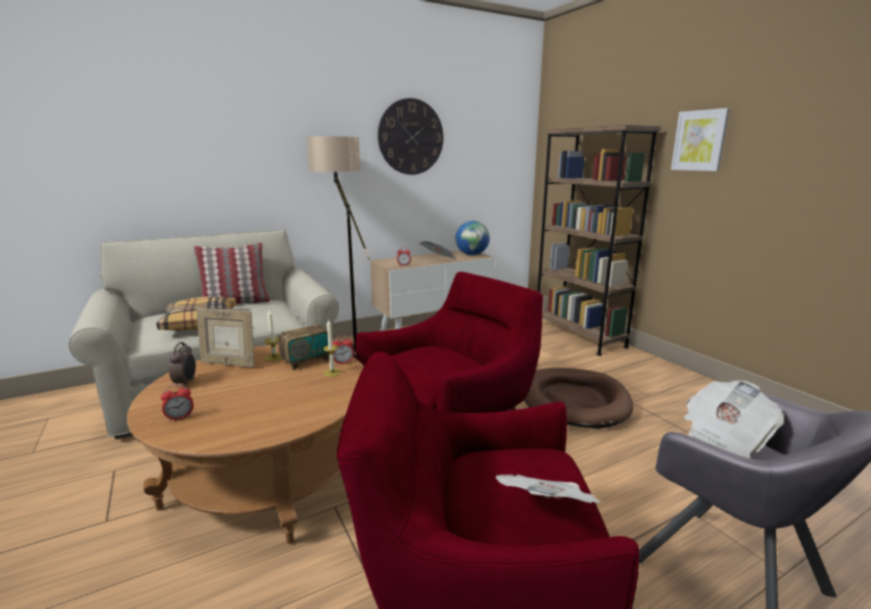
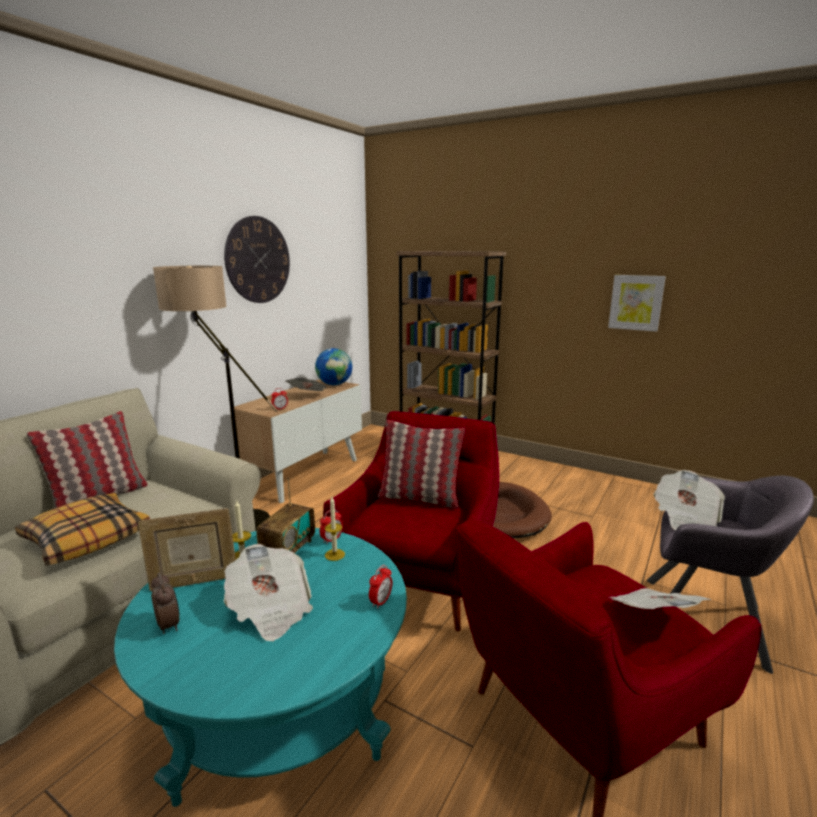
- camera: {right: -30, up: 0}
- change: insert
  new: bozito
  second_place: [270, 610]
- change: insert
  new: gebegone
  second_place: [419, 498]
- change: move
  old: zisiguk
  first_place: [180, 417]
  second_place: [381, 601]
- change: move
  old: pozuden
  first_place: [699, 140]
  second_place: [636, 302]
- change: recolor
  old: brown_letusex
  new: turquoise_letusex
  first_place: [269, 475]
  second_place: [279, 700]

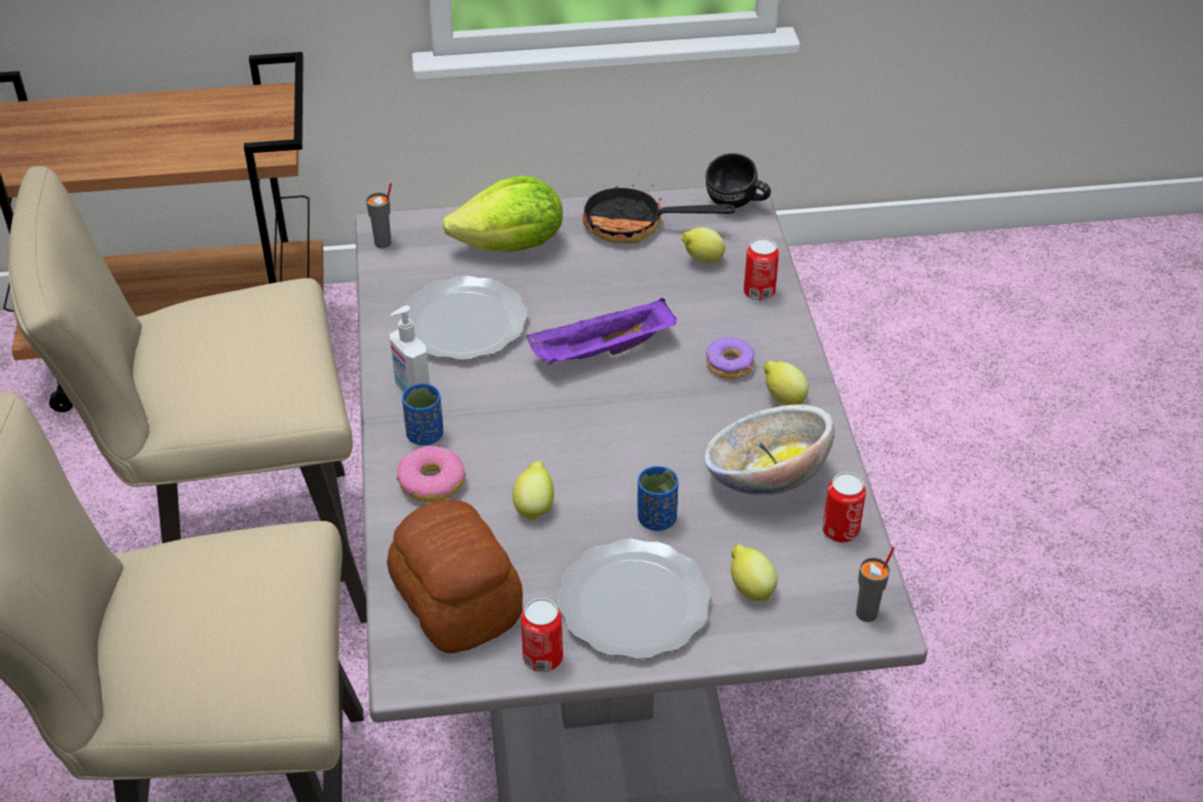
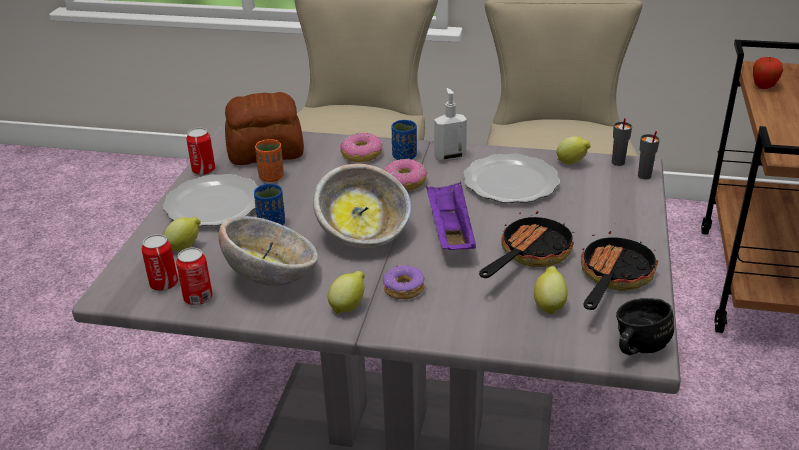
- camera: {right: 110, up: -10}
- change: delete
  old: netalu
  first_place: [511, 246]
- change: insert
  new: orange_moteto
  second_place: [271, 177]
- change: insert
  new: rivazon
  second_place: [364, 235]
- change: insert
  new: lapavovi
  second_place: [404, 182]
- change: insert
  new: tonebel
  second_place: [529, 255]
- change: insert
  new: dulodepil
  second_place: [763, 87]
- change: move
  old: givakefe
  first_place: [534, 507]
  second_place: [572, 163]
- change: move
  old: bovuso
  first_place: [759, 292]
  second_place: [164, 284]
- change: move
  old: grey_moteto
  first_place: [867, 613]
  second_place: [644, 176]

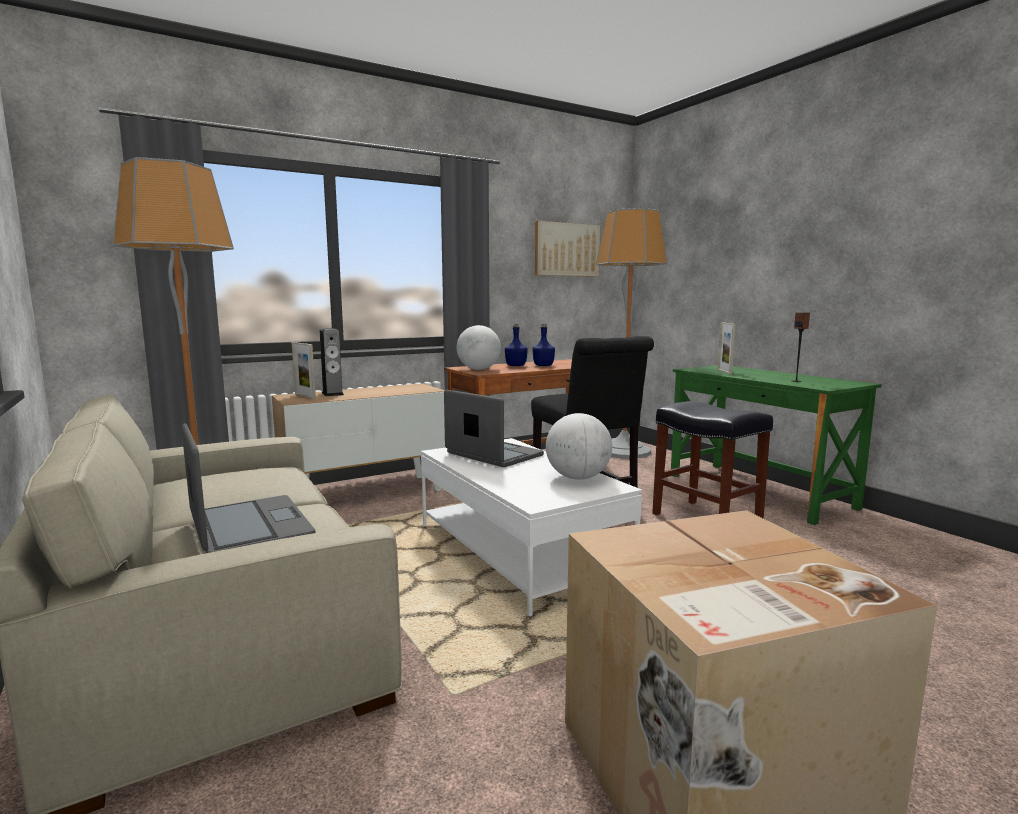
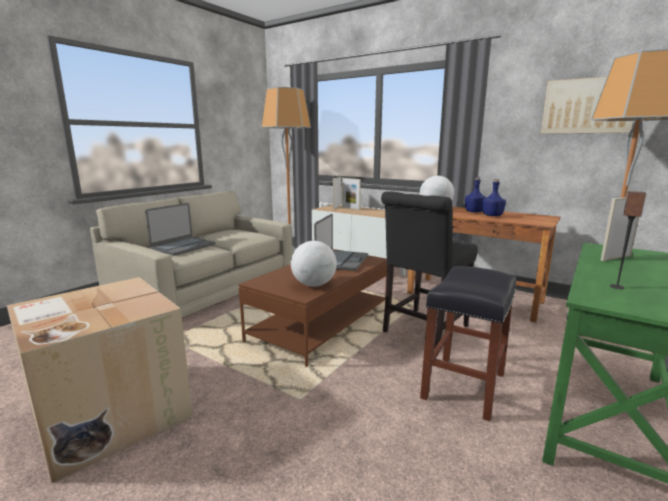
- camera: {right: 65, up: 5}
- change: replace
  old: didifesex
  new: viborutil
  first_place: [332, 393]
  second_place: [350, 208]
- change: recolor
  old: white_letusex
  new: brown_letusex
  first_place: [518, 551]
  second_place: [321, 323]

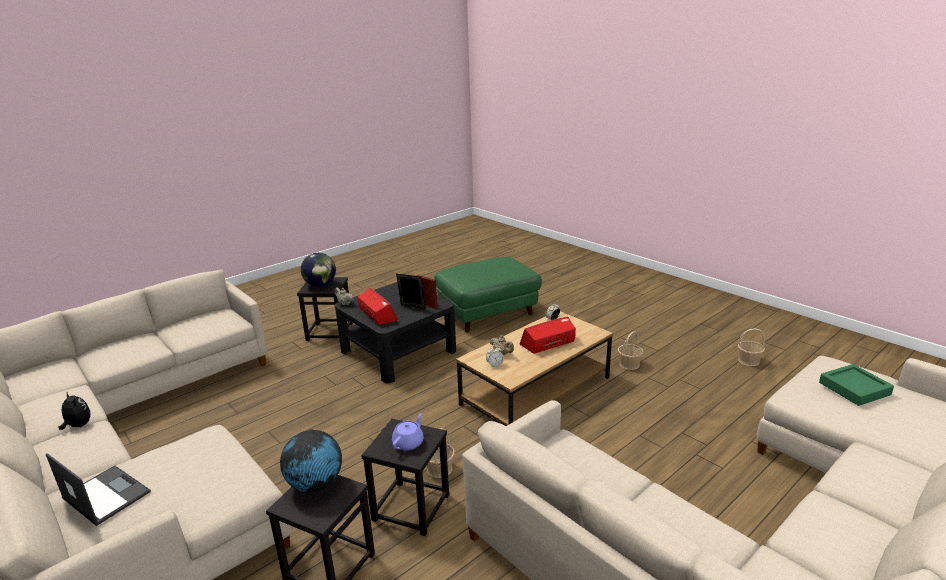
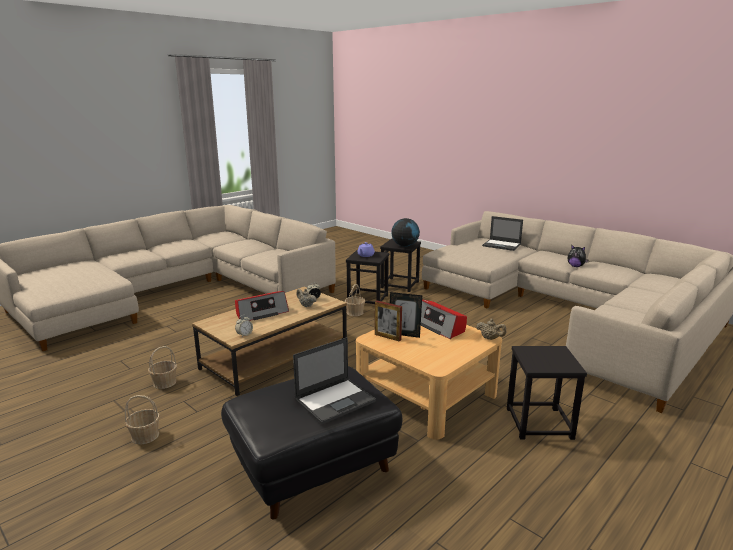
- camera: {right: 175, up: -5}
- change: delete
  old: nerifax
  first_place: [320, 285]
- change: delete
  old: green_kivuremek
  first_place: [854, 388]
- change: insert
  new: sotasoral
  second_place: [335, 400]
- change: move
  old: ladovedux
  first_place: [749, 361]
  second_place: [145, 436]
- change: recolor
  old: black_letusex
  new: beige_letusex
  first_place: [397, 351]
  second_place: [427, 395]
- change: recolor
  old: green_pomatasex
  new: black_pomatasex
  first_place: [488, 313]
  second_place: [313, 465]

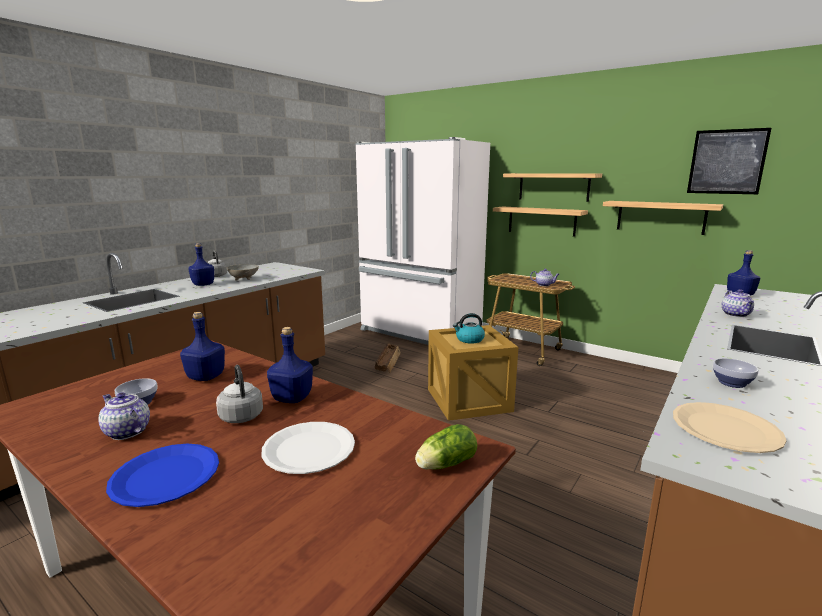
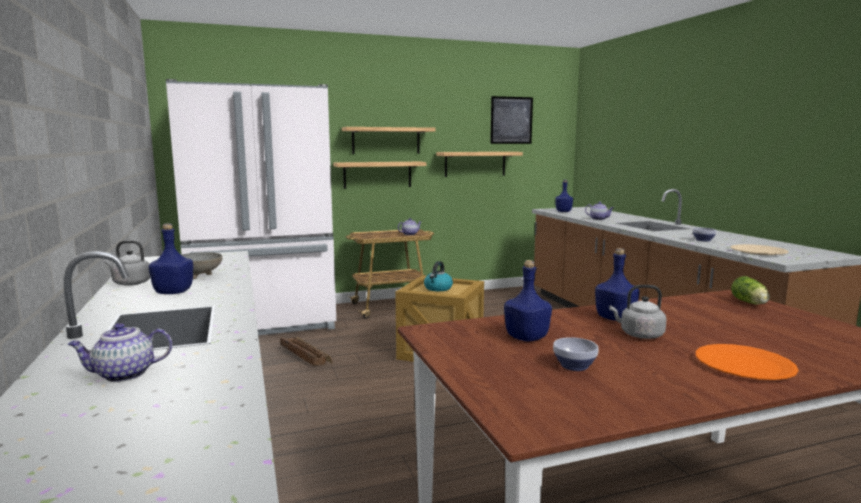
- camera: {right: -55, up: -5}
- change: delete
  old: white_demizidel
  first_place: [309, 449]
- change: move
  old: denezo
  first_place: [126, 432]
  second_place: [123, 375]
- change: recolor
  old: blue_demizidel
  new: orange_demizidel
  first_place: [166, 476]
  second_place: [744, 364]

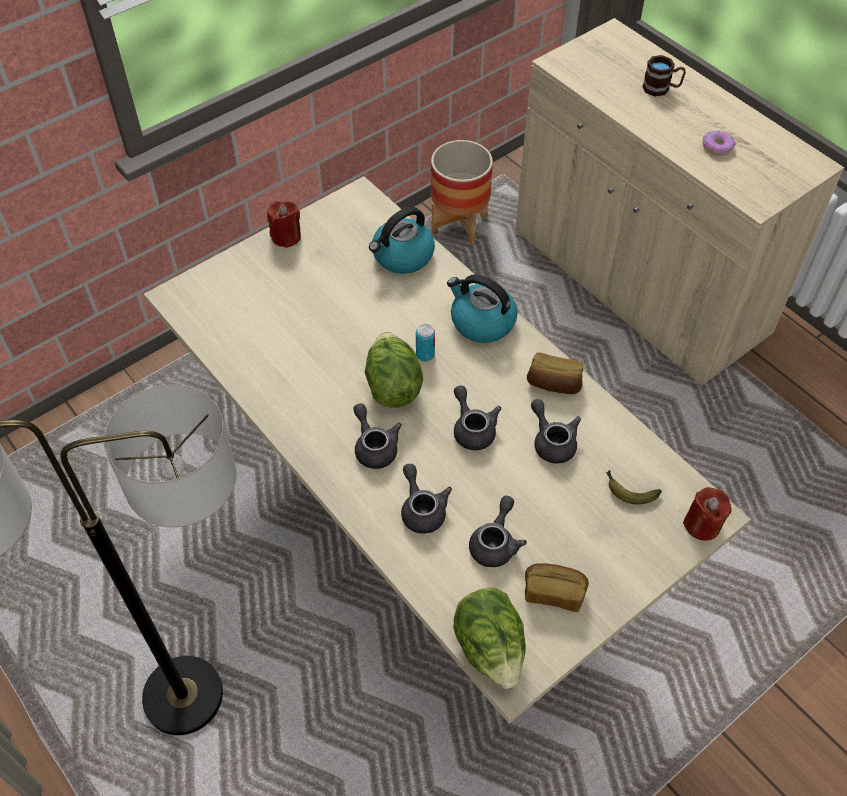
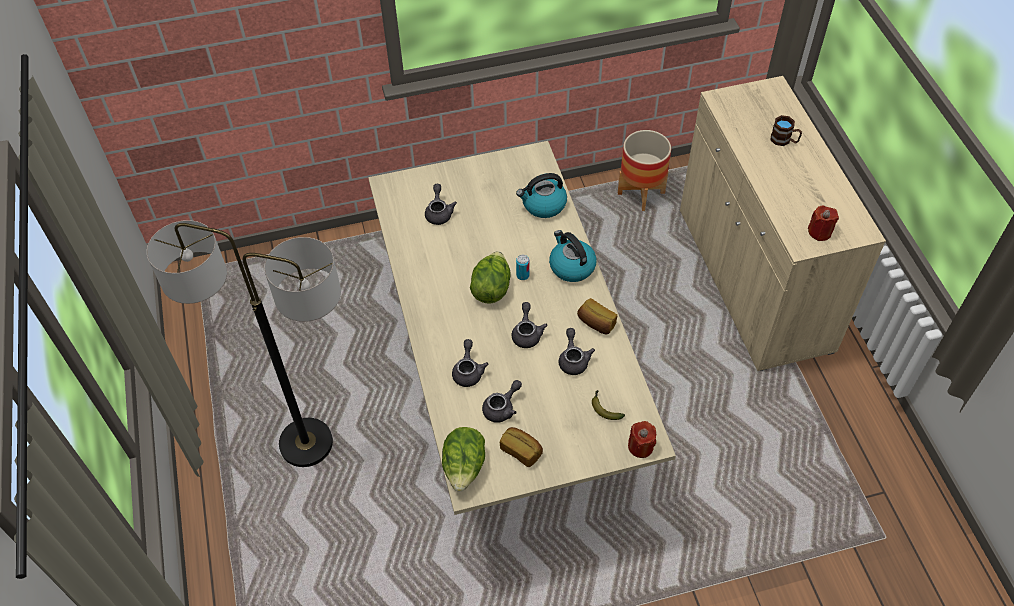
- camera: {right: 25, up: 0}
- change: delete
  old: lapavovi
  first_place: [717, 147]
- change: move
  old: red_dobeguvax
  first_place: [286, 237]
  second_place: [819, 232]
- change: move
  old: grey_denezo
  first_place: [374, 446]
  second_place: [439, 212]

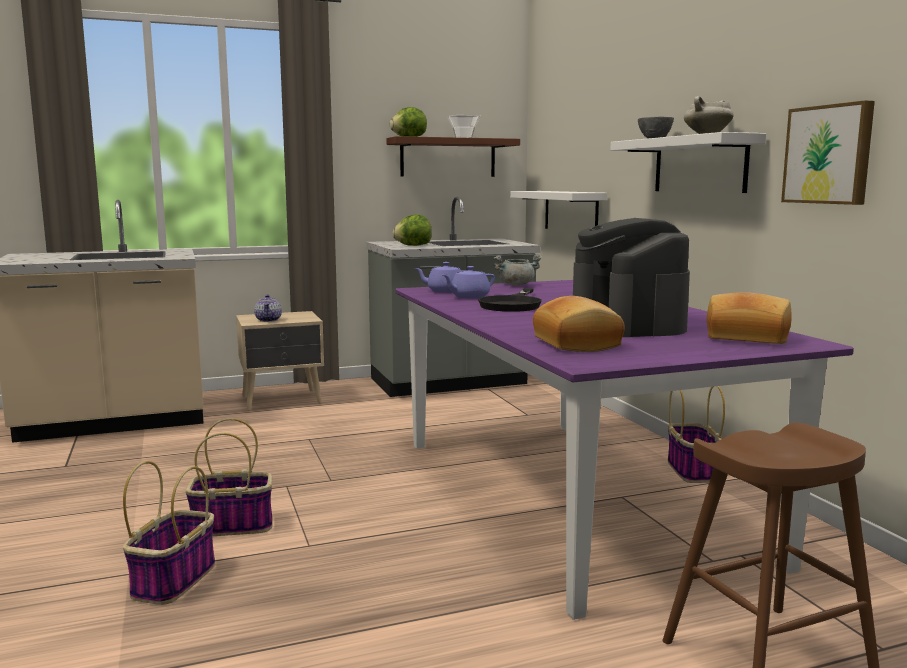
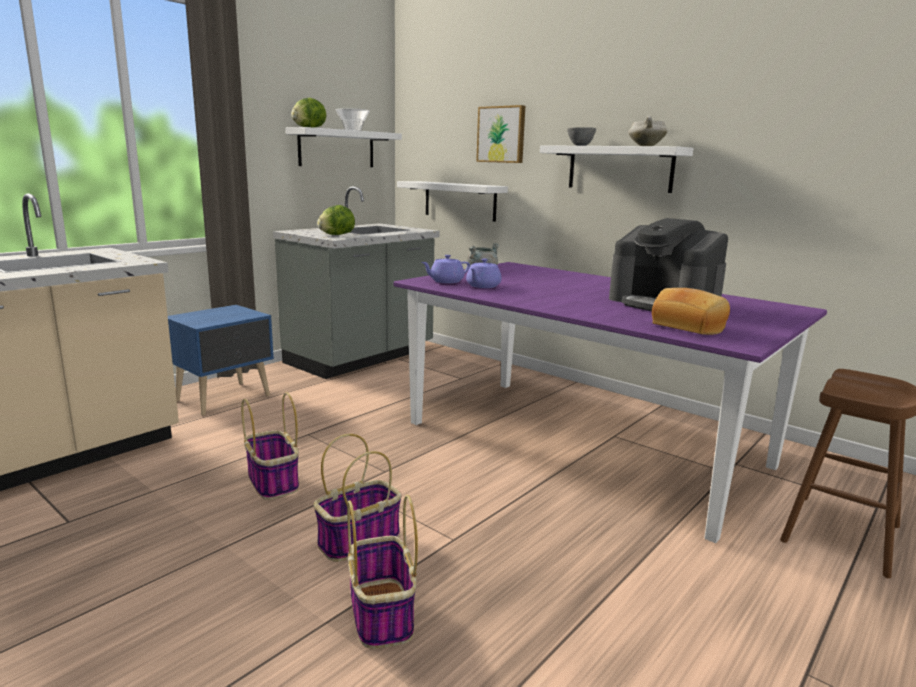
- camera: {right: -30, up: 5}
- change: delete
  old: denezo
  first_place: [268, 320]
- change: delete
  old: black_tonebel
  first_place: [513, 304]
- change: delete
  old: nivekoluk
  first_place: [747, 337]
- change: move
  old: ladovedux
  first_place: [693, 471]
  second_place: [273, 482]
- change: move
  old: pozuden
  first_place: [829, 154]
  second_place: [502, 134]
- change: recolor
  old: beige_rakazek
  new: blue_rakazek
  first_place: [283, 400]
  second_place: [225, 398]
- change: recolor
  old: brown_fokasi
  new: white_fokasi
  first_place: [448, 158]
  second_place: [337, 148]

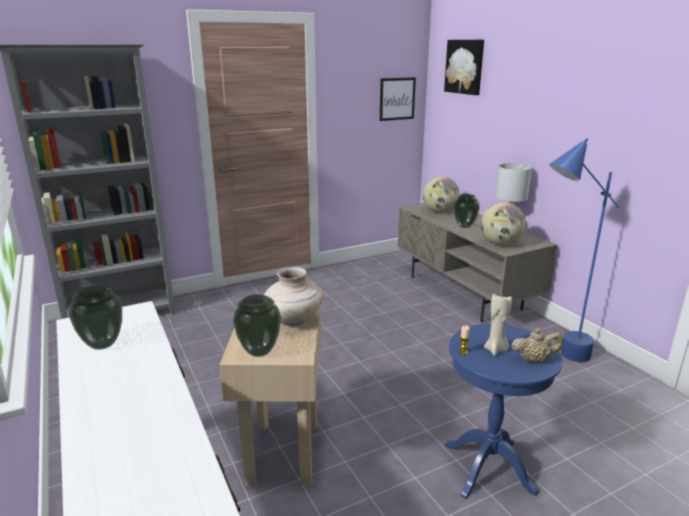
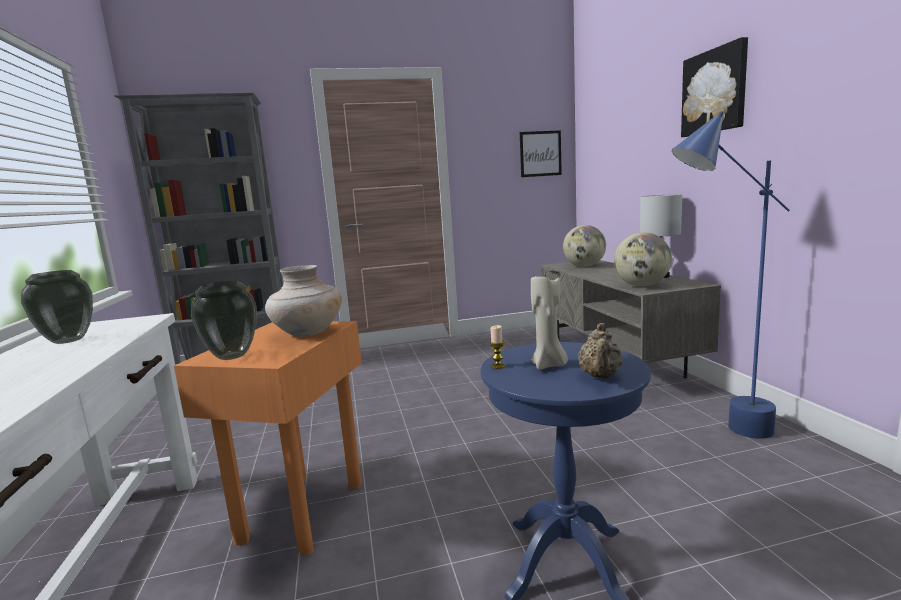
- camera: {right: 15, up: -10}
- change: delete
  old: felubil
  first_place: [464, 226]
- change: move
  old: pozuden
  first_place: [465, 66]
  second_place: [715, 91]
- change: recolor
  old: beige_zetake
  new: orange_zetake
  first_place: [282, 452]
  second_place: [301, 511]
- change: rotate
  old: beige_denezo
  first_place: [534, 359]
  second_place: [600, 376]
  degrees: 90

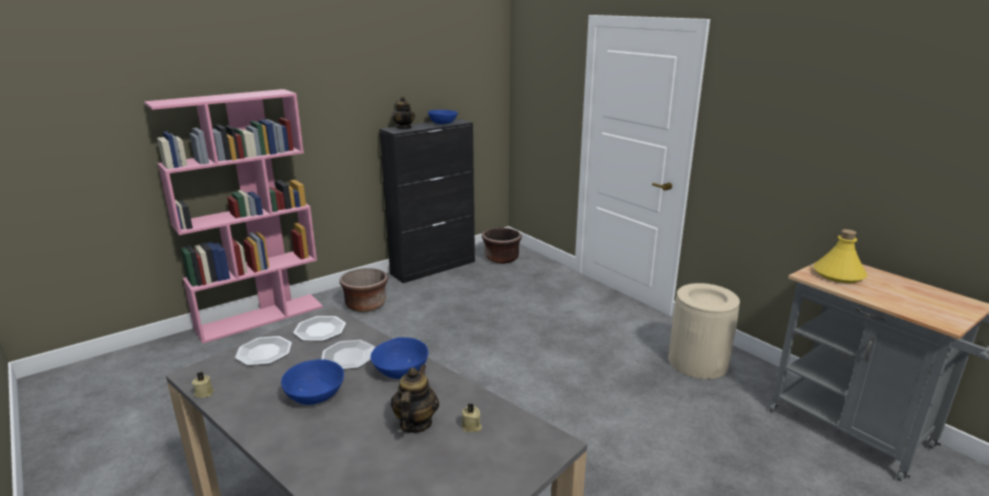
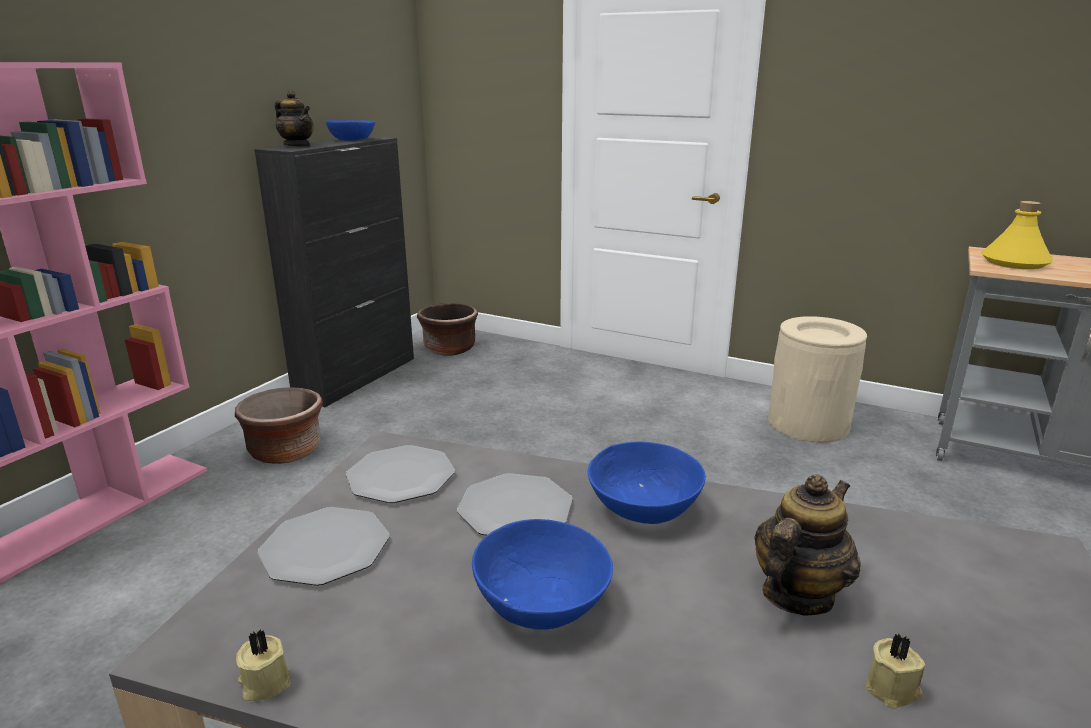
- camera: {right: -25, up: 0}
- change: move
  old: beige_dobeguvax
  first_place: [471, 427]
  second_place: [893, 690]
- change: rotate
  old: denezo
  first_place: [415, 423]
  second_place: [796, 594]
  degrees: 60

